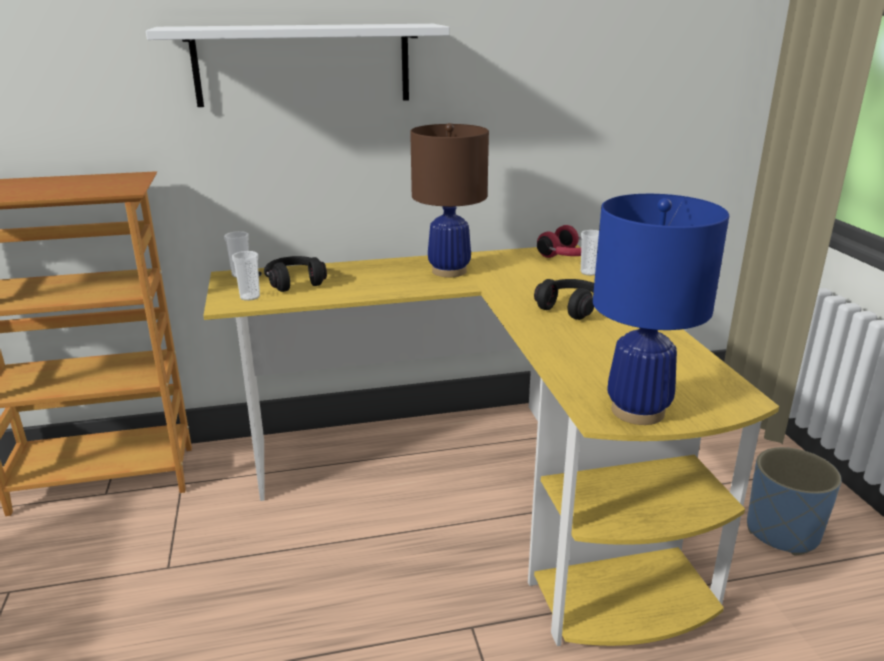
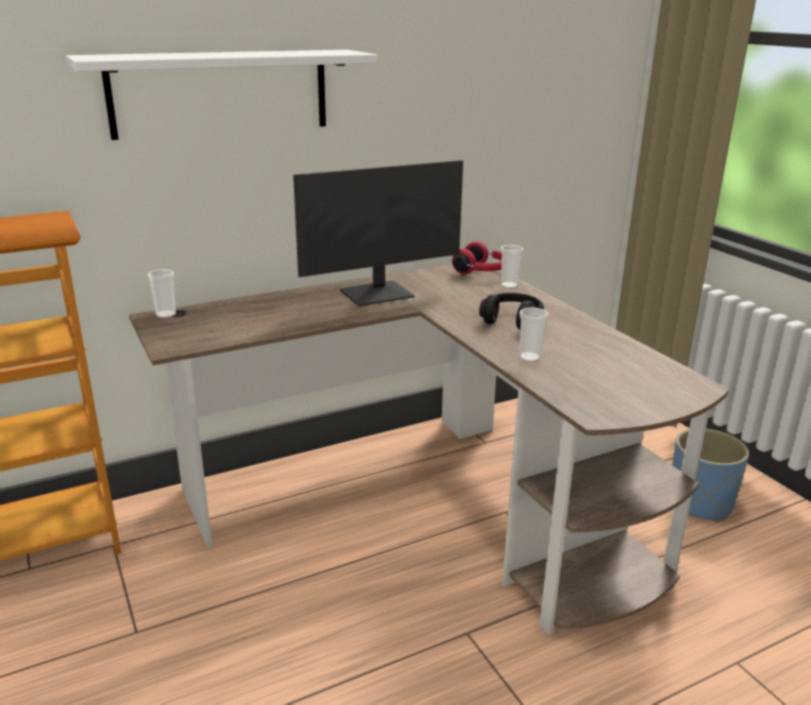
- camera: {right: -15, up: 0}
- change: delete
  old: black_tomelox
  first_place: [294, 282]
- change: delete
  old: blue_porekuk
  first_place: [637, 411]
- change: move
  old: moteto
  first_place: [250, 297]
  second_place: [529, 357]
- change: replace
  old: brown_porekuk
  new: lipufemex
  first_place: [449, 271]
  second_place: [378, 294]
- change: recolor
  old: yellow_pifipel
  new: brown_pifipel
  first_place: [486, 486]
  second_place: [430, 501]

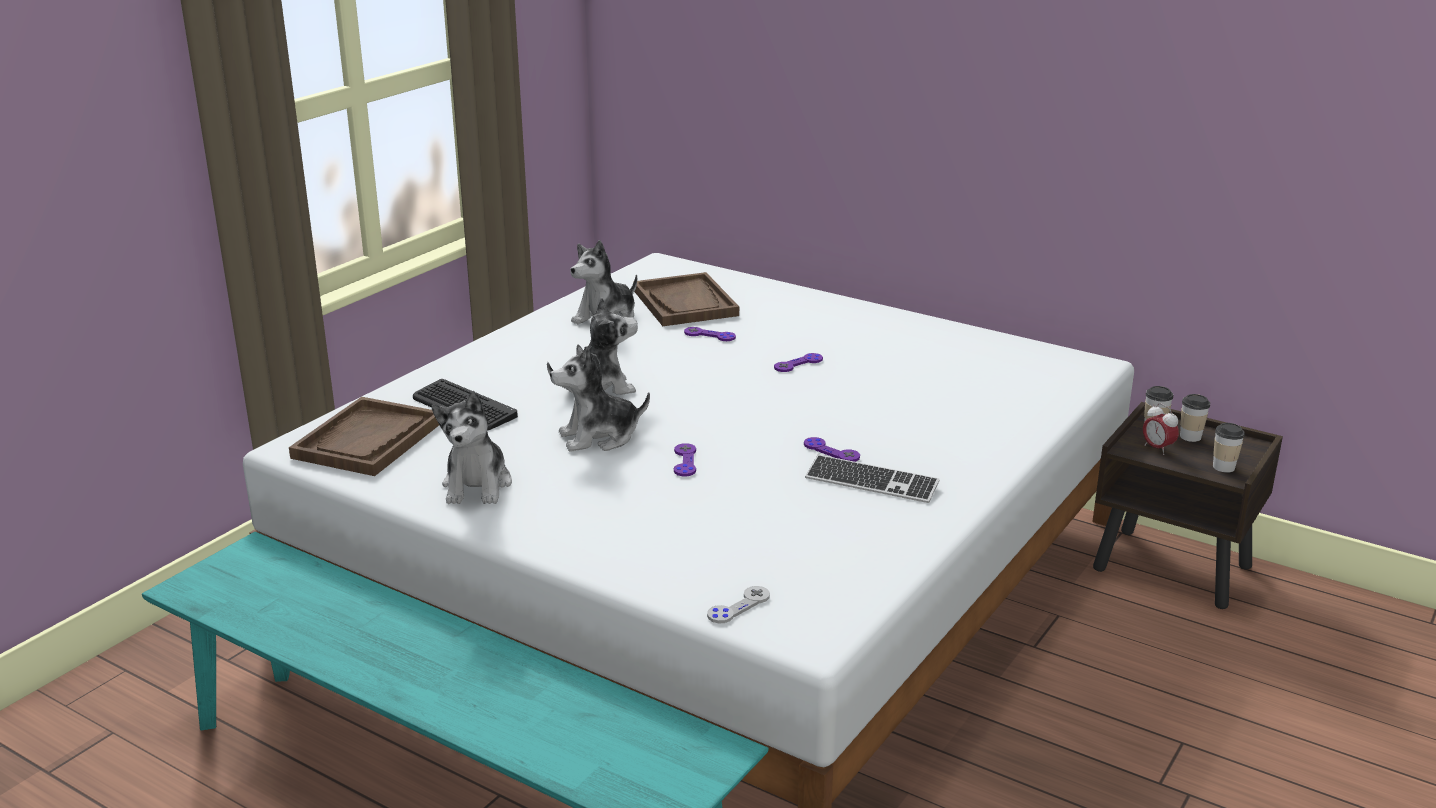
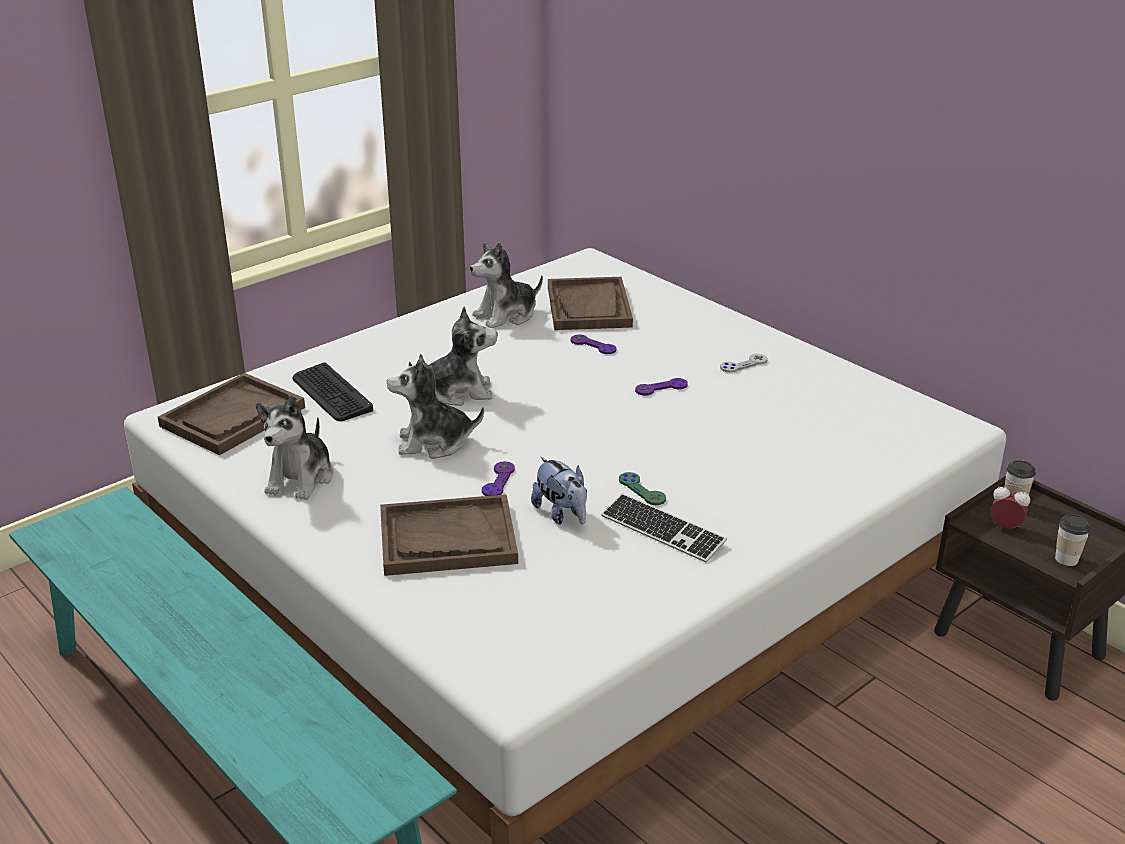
- camera: {right: 15, up: 5}
- change: delete
  old: moteto
  first_place: [1190, 437]
- change: insert
  new: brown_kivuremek
  second_place: [447, 539]
- change: insert
  new: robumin
  second_place: [562, 514]
- change: move
  old: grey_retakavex
  first_place: [738, 606]
  second_place: [743, 364]
- change: recolor
  old: purple_retakavex
  new: green_retakavex
  first_place: [831, 451]
  second_place: [642, 490]
- change: rotate
  old: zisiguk
  first_place: [1157, 448]
  second_place: [1005, 526]
  degrees: 135

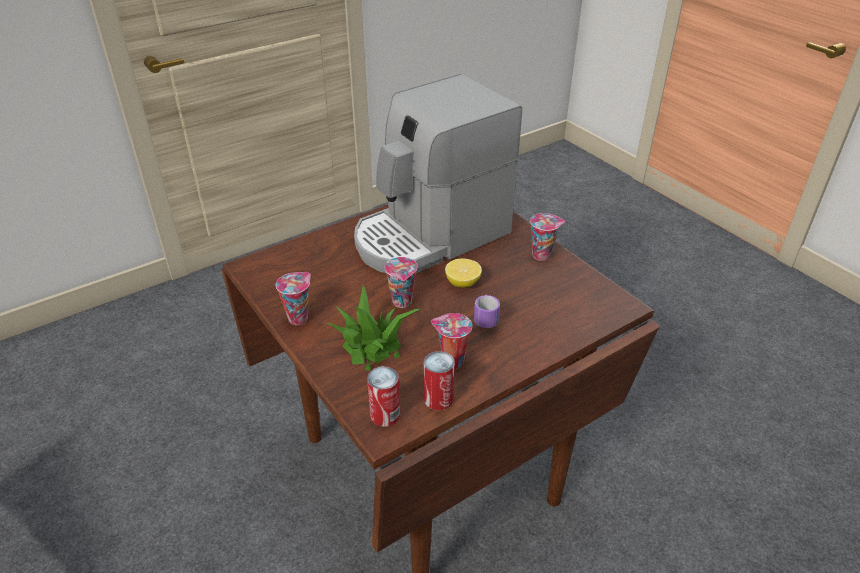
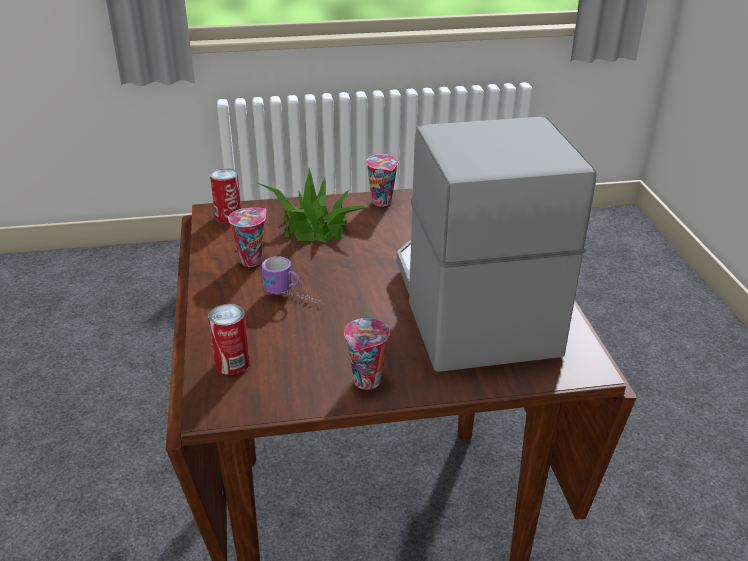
- camera: {right: 115, up: -5}
- change: delete
  old: moteto
  first_place: [403, 302]
- change: delete
  old: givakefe
  first_place: [462, 283]
- change: move
  old: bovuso
  first_place: [438, 399]
  second_place: [232, 363]

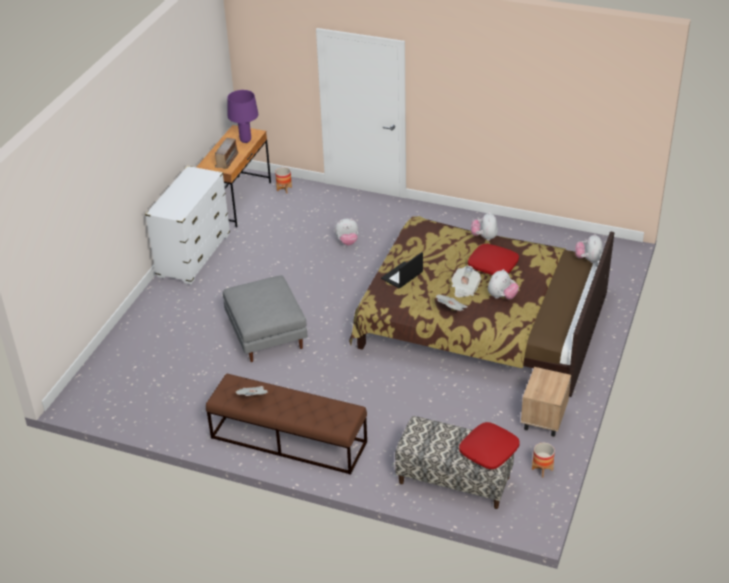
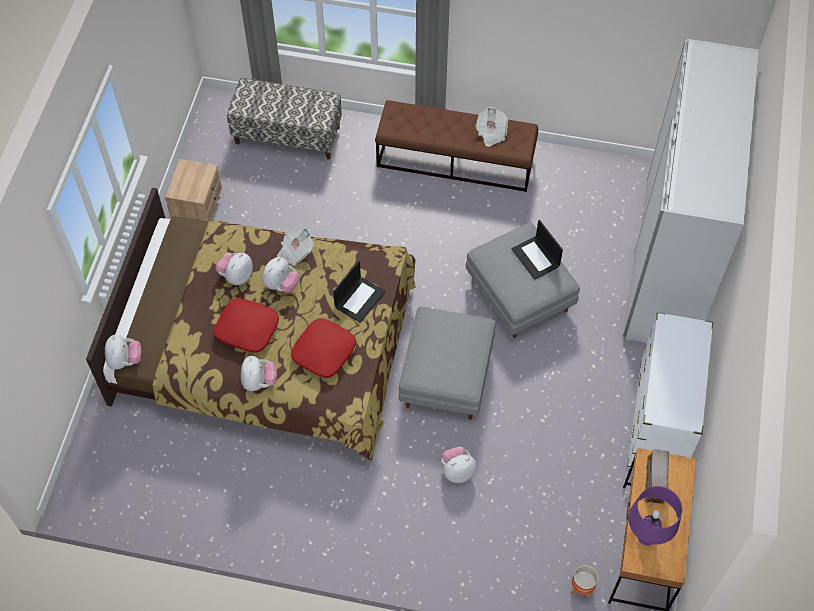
- camera: {right: 170, up: 20}
- change: delete
  old: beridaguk
  first_place: [542, 469]
- change: insert
  new: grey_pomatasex
  second_place: [446, 375]
- change: insert
  new: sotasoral
  second_place: [536, 258]
- change: insert
  new: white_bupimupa
  second_place: [668, 262]
- change: move
  old: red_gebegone
  first_place: [489, 451]
  second_place: [323, 351]
- change: replace
  old: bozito
  new: robumin
  first_place: [464, 289]
  second_place: [281, 285]

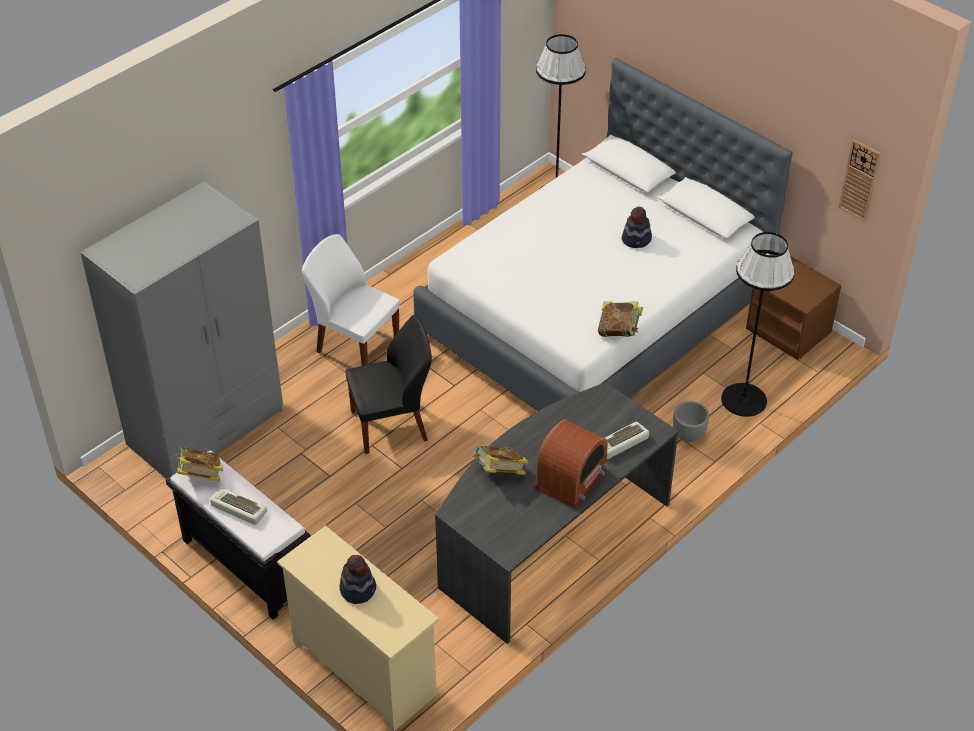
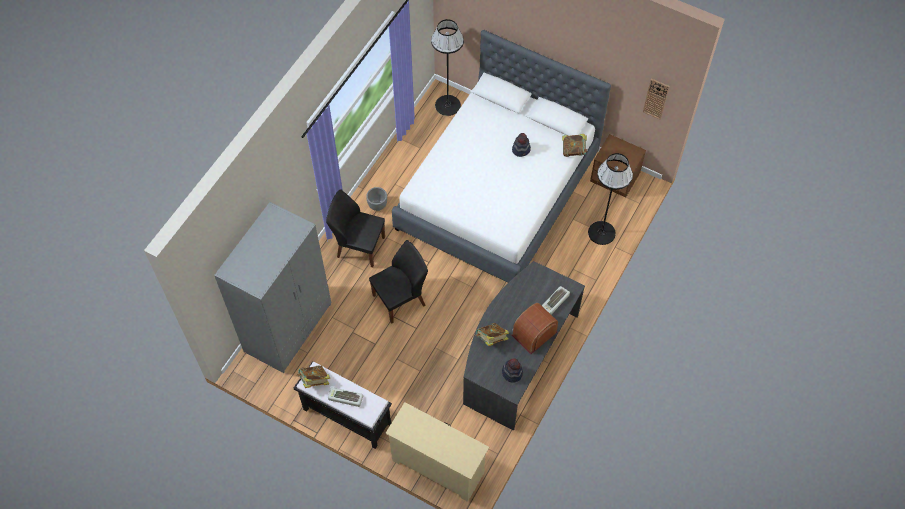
- camera: {right: -15, up: 15}
- change: move
  old: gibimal
  first_place: [358, 589]
  second_place: [512, 372]
- change: move
  old: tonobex
  first_place: [619, 331]
  second_place: [573, 150]
- change: move
  old: grey_beridaguk
  first_place: [689, 435]
  second_place: [378, 205]
- change: recolor
  old: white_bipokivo
  new: black_bipokivo
  first_place: [356, 345]
  second_place: [359, 246]
- change: rotate
  old: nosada
  first_place: [571, 479]
  second_place: [534, 333]
  degrees: -150

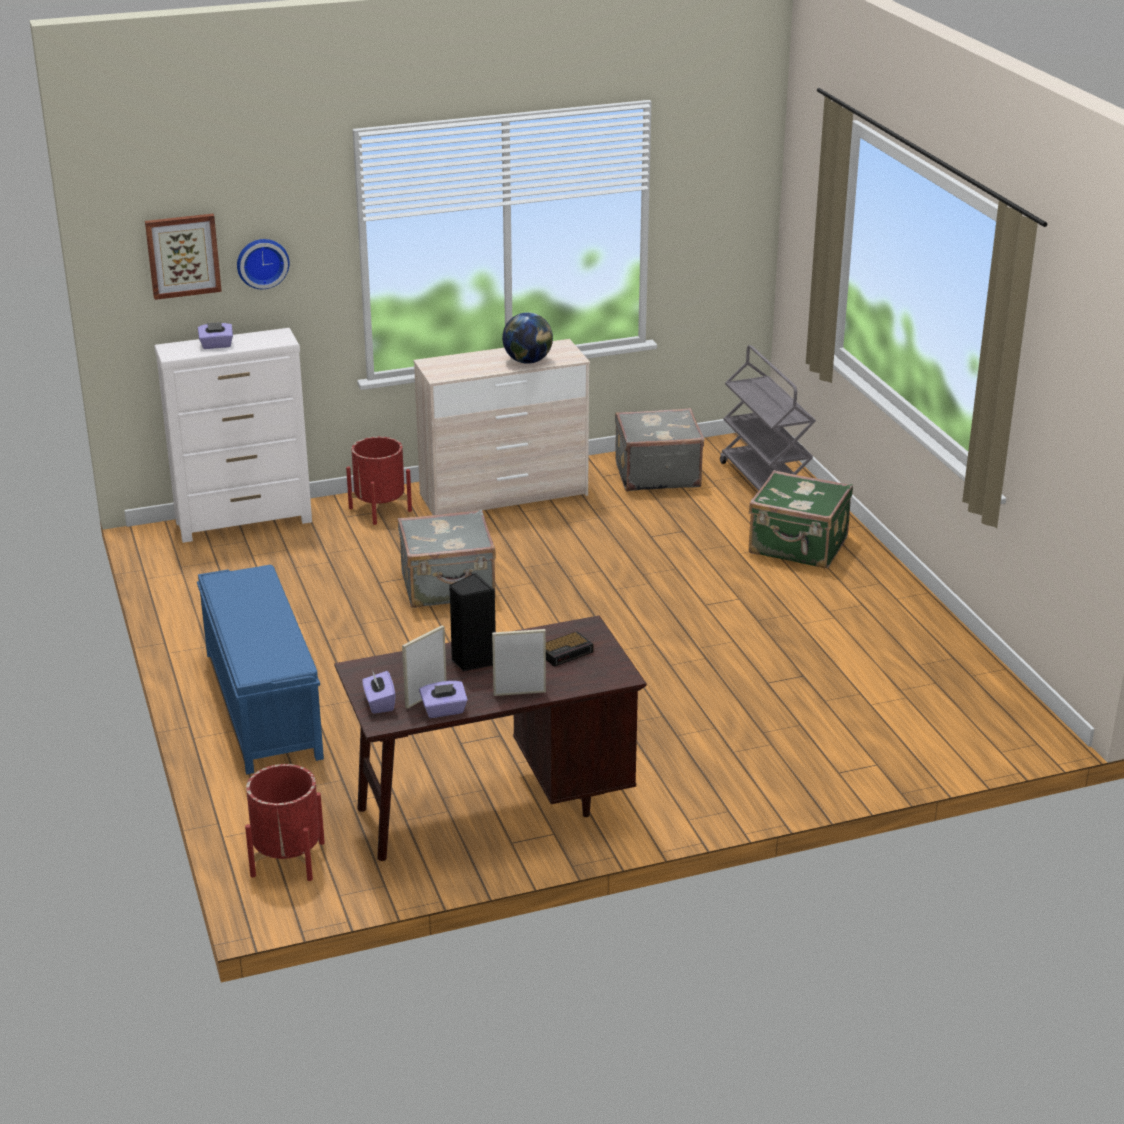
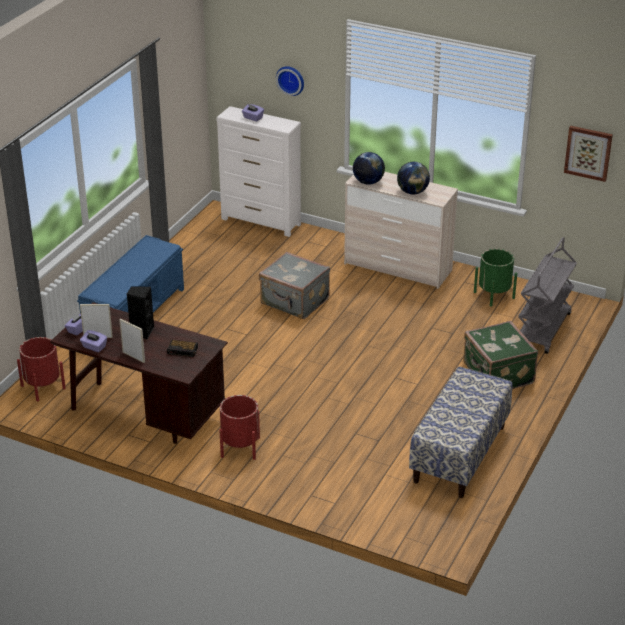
- camera: {right: 45, up: 5}
- change: insert
  new: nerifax
  second_place: [368, 182]
- change: insert
  new: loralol
  second_place: [460, 454]
- change: move
  old: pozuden
  first_place: [183, 255]
  second_place: [588, 152]
- change: move
  old: red_beridaguk
  first_place: [380, 509]
  second_place: [240, 447]
- change: replace
  old: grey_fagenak
  new: green_beridaguk
  first_place: [656, 474]
  second_place: [494, 295]

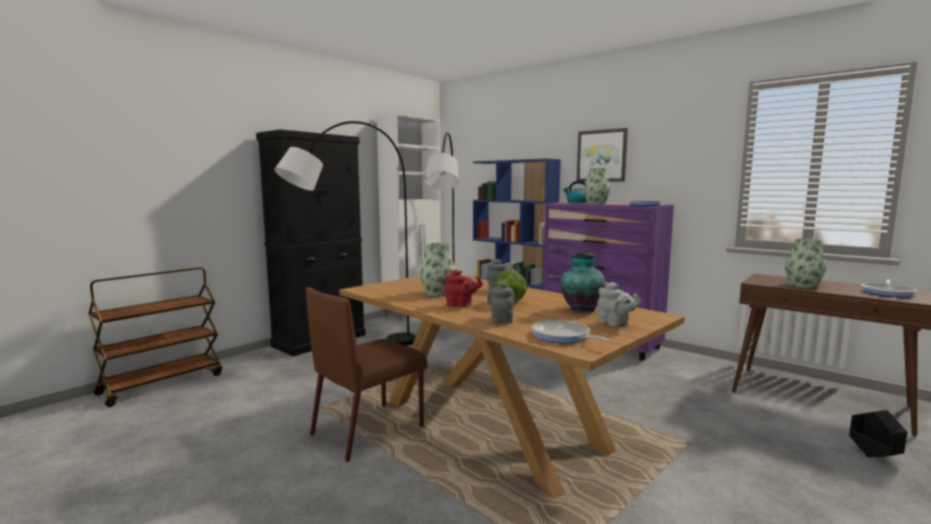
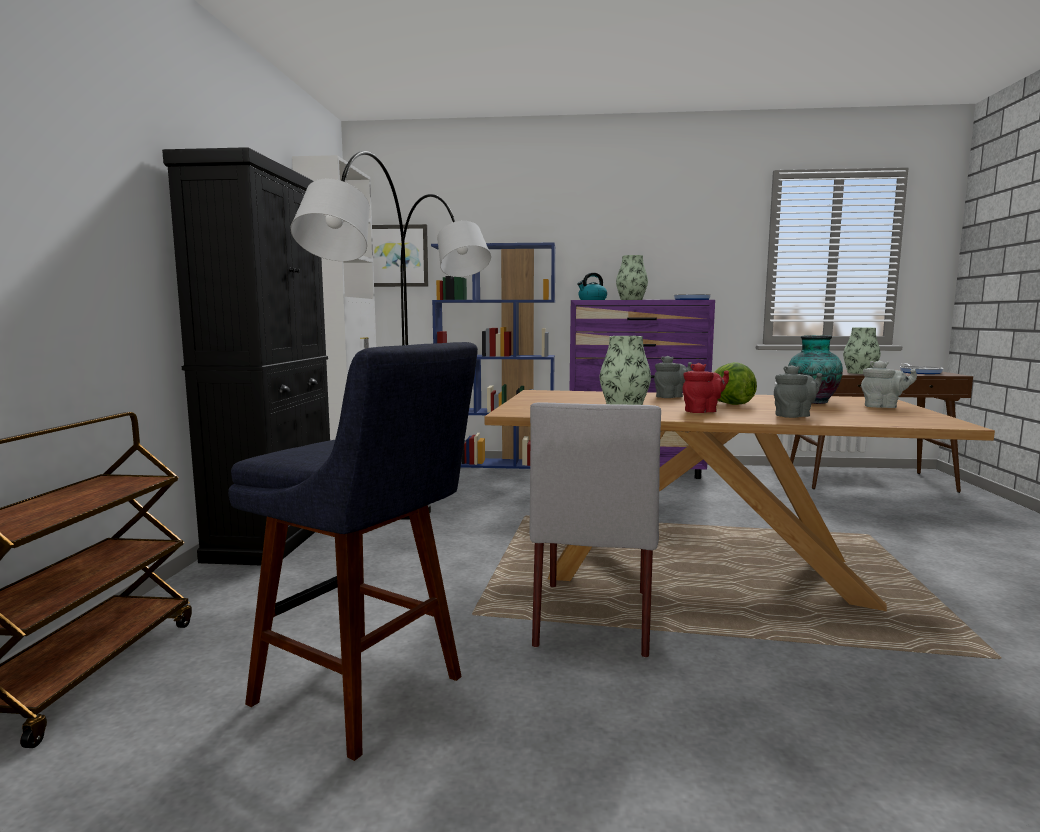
- camera: {right: -35, up: 0}
- change: delete
  old: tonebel
  first_place: [563, 336]
- change: delete
  old: black_beridaguk
  first_place: [874, 455]
- change: insert
  new: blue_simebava
  second_place: [367, 694]
- change: move
  old: pozuden
  first_place: [601, 156]
  second_place: [398, 256]
- change: recolor
  old: brown_bipokivo
  new: grey_bipokivo
  first_place: [369, 430]
  second_place: [593, 616]
- change: rotate
  old: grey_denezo
  first_place: [501, 319]
  second_place: [794, 416]
  degrees: 105

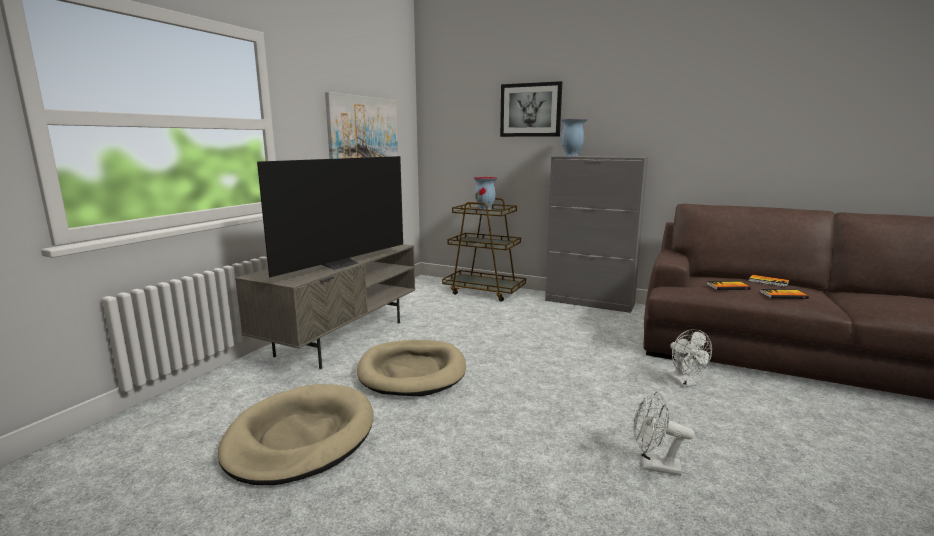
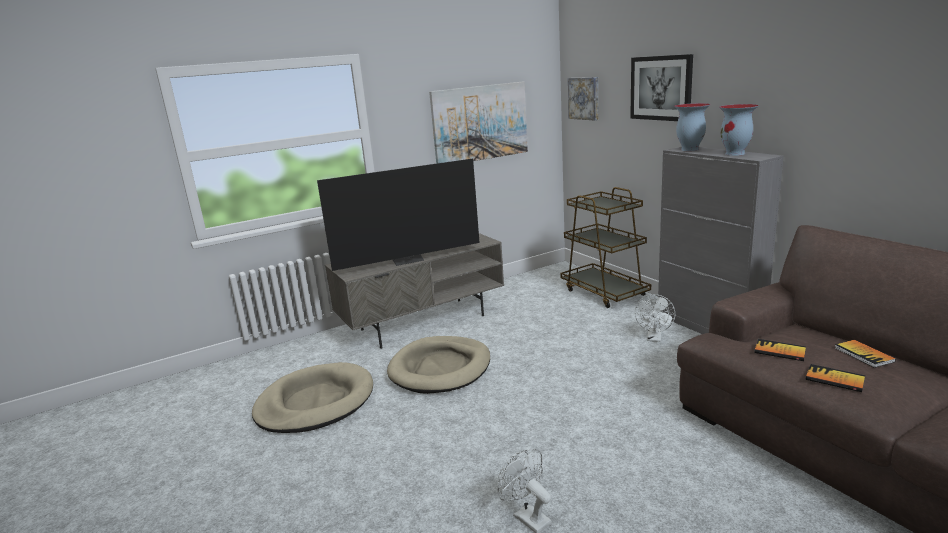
- camera: {right: 35, up: 5}
- change: insert
  new: pozuden
  second_place: [584, 98]
- change: move
  old: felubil
  first_place: [485, 210]
  second_place: [735, 154]
- change: move
  old: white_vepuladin
  first_place: [684, 382]
  second_place: [654, 338]

